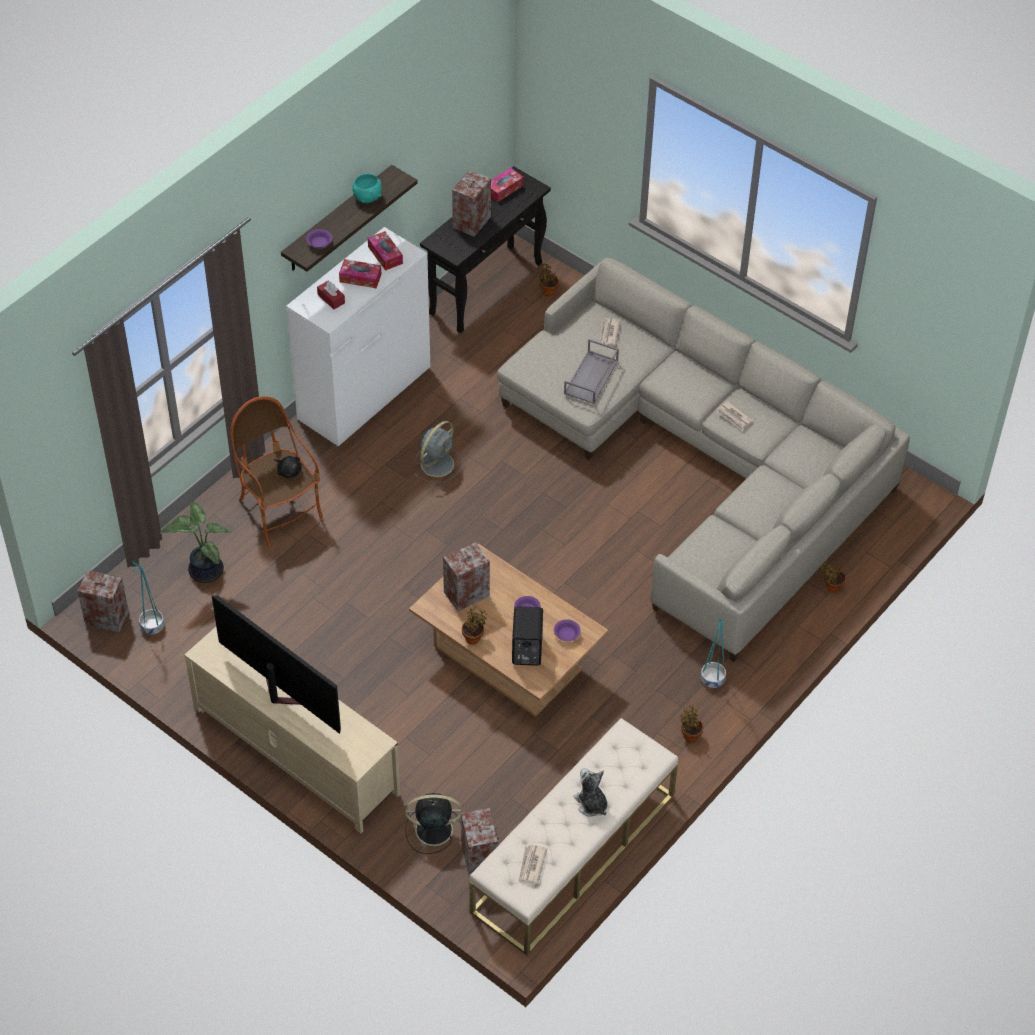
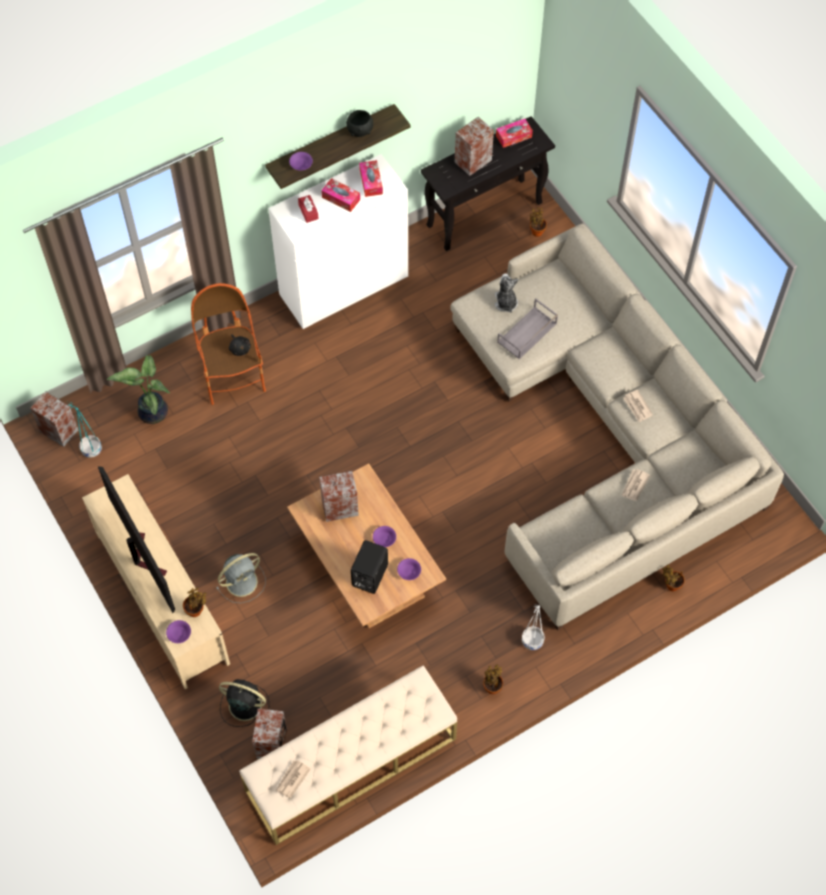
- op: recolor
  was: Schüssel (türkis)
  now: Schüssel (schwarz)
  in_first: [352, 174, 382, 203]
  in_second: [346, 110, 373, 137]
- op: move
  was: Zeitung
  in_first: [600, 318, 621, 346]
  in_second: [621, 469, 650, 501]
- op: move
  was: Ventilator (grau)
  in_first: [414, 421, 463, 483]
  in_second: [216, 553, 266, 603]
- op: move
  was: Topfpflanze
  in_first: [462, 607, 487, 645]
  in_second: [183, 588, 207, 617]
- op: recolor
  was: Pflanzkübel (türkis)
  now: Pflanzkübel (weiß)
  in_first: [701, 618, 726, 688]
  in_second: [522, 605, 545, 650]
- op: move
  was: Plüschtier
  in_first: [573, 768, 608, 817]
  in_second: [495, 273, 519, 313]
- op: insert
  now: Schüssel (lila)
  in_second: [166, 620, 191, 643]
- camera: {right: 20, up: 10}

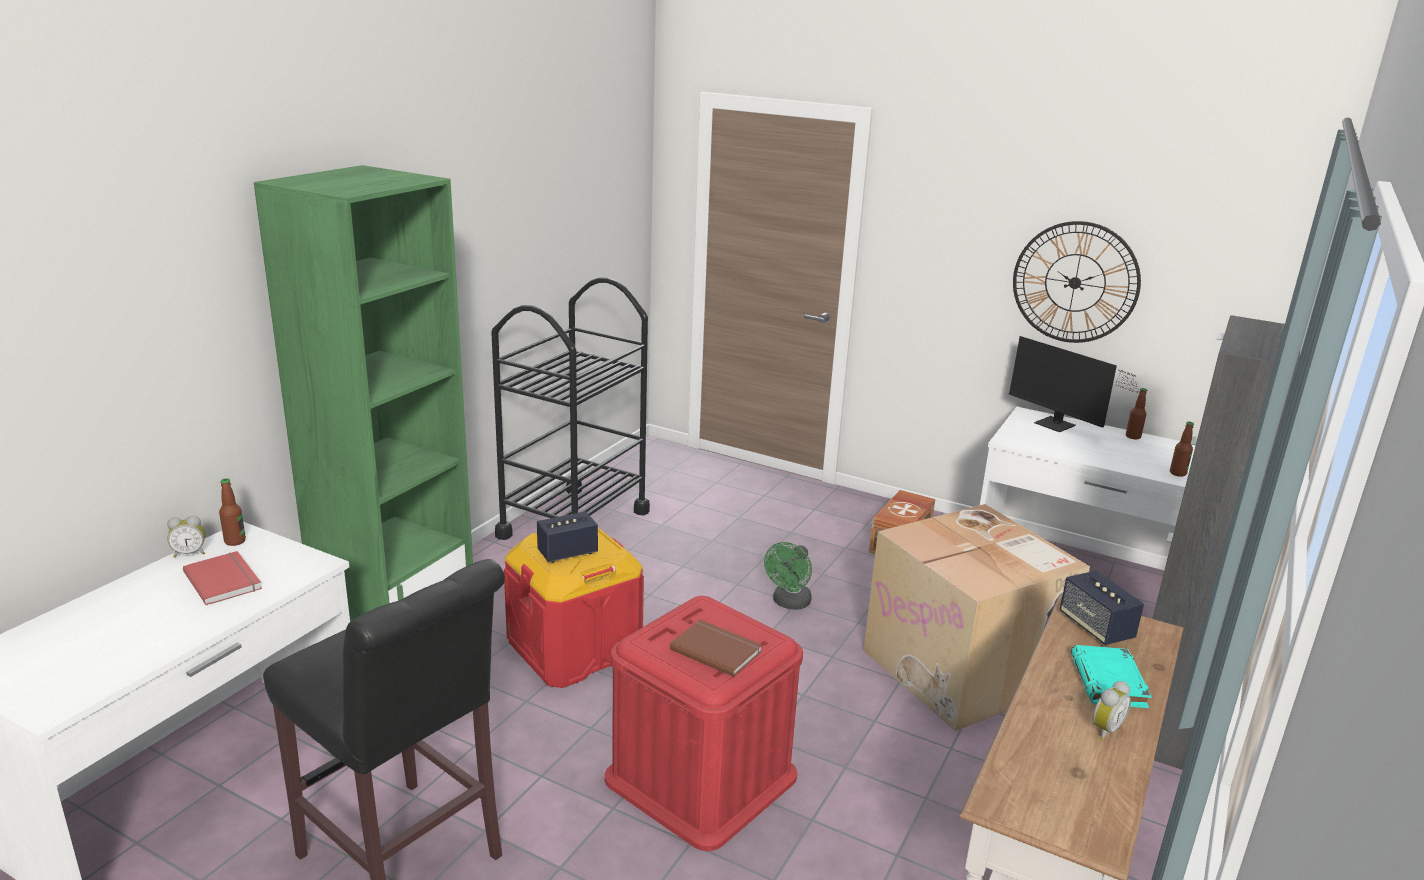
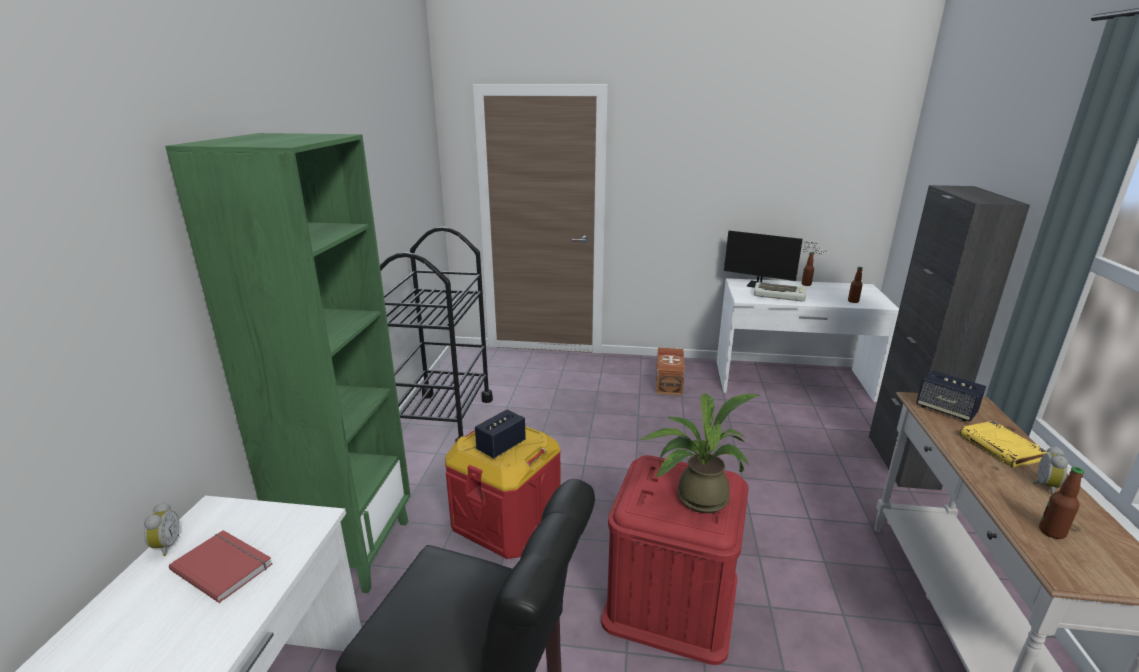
- op: delete
  was: Wanduhr
  in_first: [1013, 221, 1141, 343]
- op: move
  was: Flasche
  in_first: [219, 478, 246, 546]
  in_second: [1039, 467, 1084, 539]
- op: delete
  was: Karton
  in_first: [864, 504, 1090, 731]
- op: rotate
  was: Wecker
  in_first: [167, 516, 205, 558]
  in_second: [144, 502, 179, 556]
  clockwise: -60
- op: delete
  was: Ventilator (grün)
  in_first: [764, 542, 812, 610]
- op: replace
  was: Buch (braun)
  now: Topfpflanze
  in_first: [670, 619, 762, 677]
  in_second: [640, 394, 760, 513]
- op: recolor
  was: Buch (türkis)
  now: Buch (gelb)
  in_first: [1071, 645, 1152, 708]
  in_second: [959, 421, 1048, 468]
- op: insert
  now: Tastatur
  in_second: [754, 282, 807, 302]
- camera: {right: -20, up: 0}

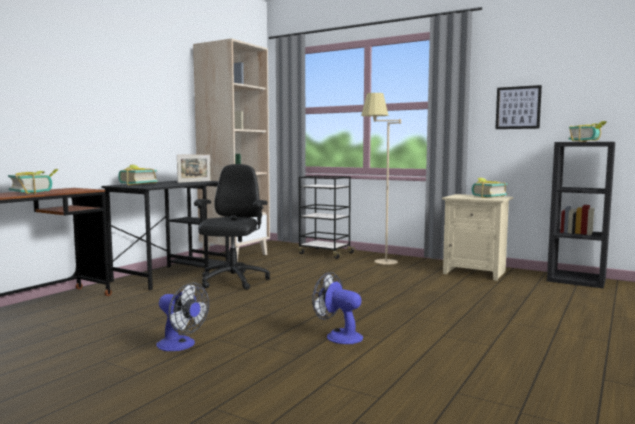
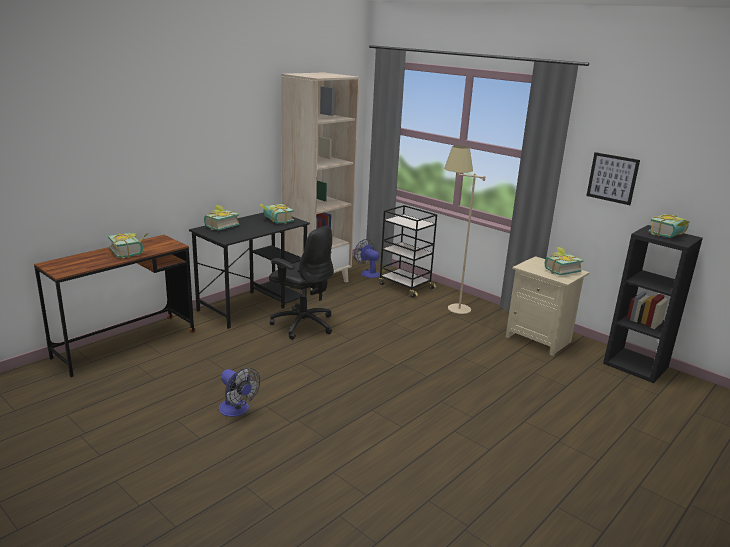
- op: replace
  was: Bilderrahmen
  now: Buch
  in_first: [177, 154, 211, 183]
  in_second: [260, 203, 294, 224]
- op: rotate
  was: Bürostuhl (schwarz)
  in_first: [194, 164, 270, 290]
  in_second: [269, 226, 334, 340]
  clockwise: 105
- op: move
  was: Ventilator
  in_first: [312, 272, 363, 344]
  in_second: [354, 239, 380, 278]
- camera: {right: 10, up: 15}

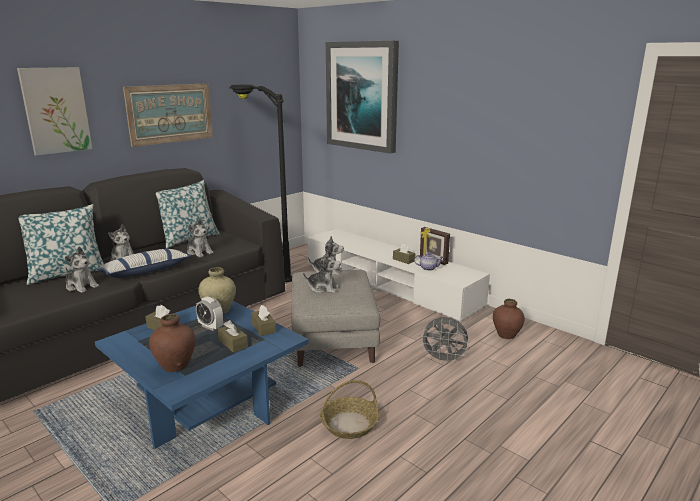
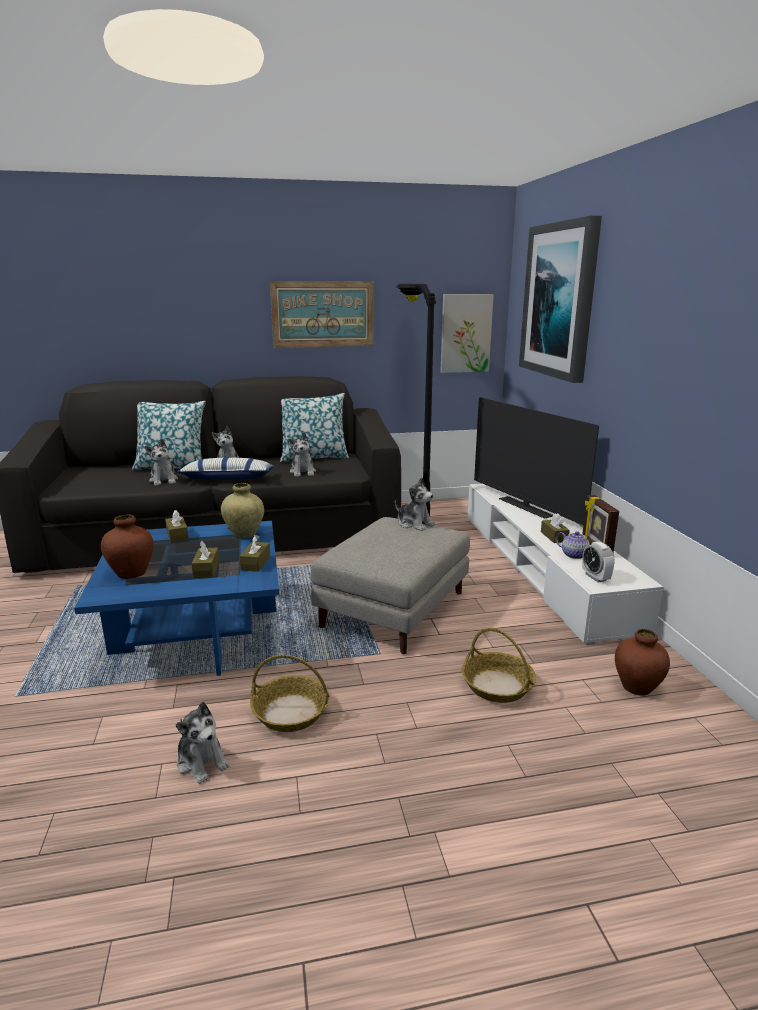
- op: move
  was: Bild
  in_first: [17, 67, 92, 156]
  in_second: [441, 294, 494, 373]
- op: move
  was: Plüschtier
  in_first: [303, 250, 341, 294]
  in_second: [176, 702, 230, 784]
- op: move
  was: Wecker
  in_first: [196, 296, 223, 331]
  in_second: [582, 542, 615, 583]
- op: replace
  was: Ventilator (grau)
  now: Korb
  in_first: [420, 317, 471, 363]
  in_second: [461, 628, 536, 703]
- op: insert
  now: Fernseher
  in_second: [474, 397, 599, 525]
- camera: {right: 35, up: 0}

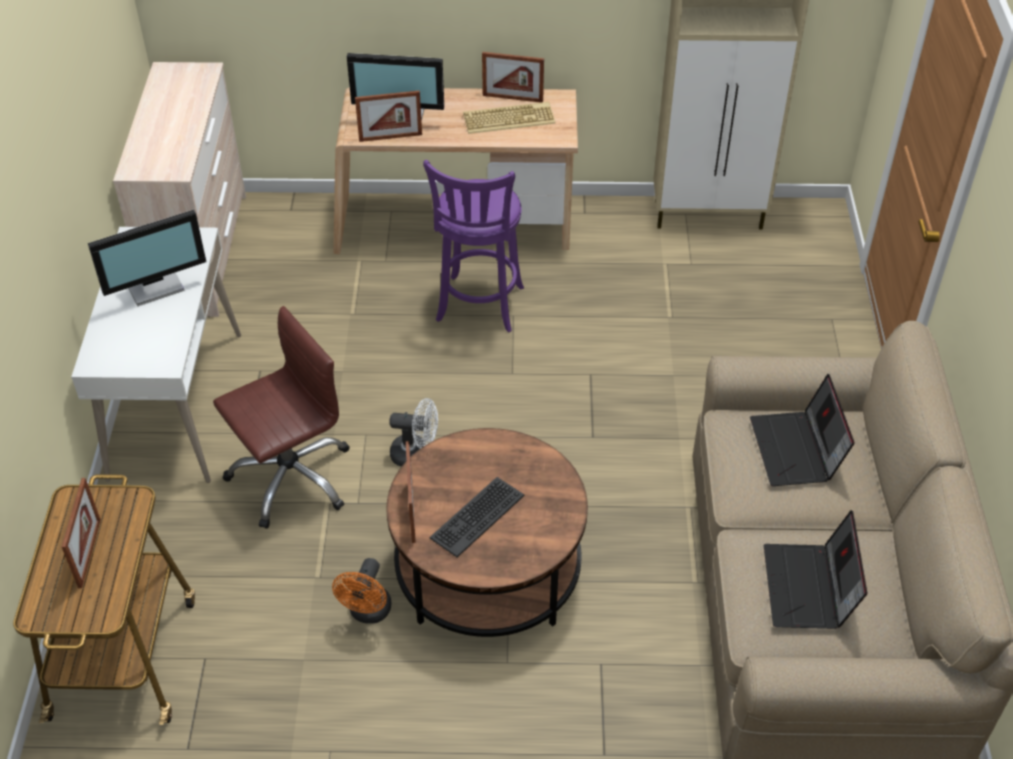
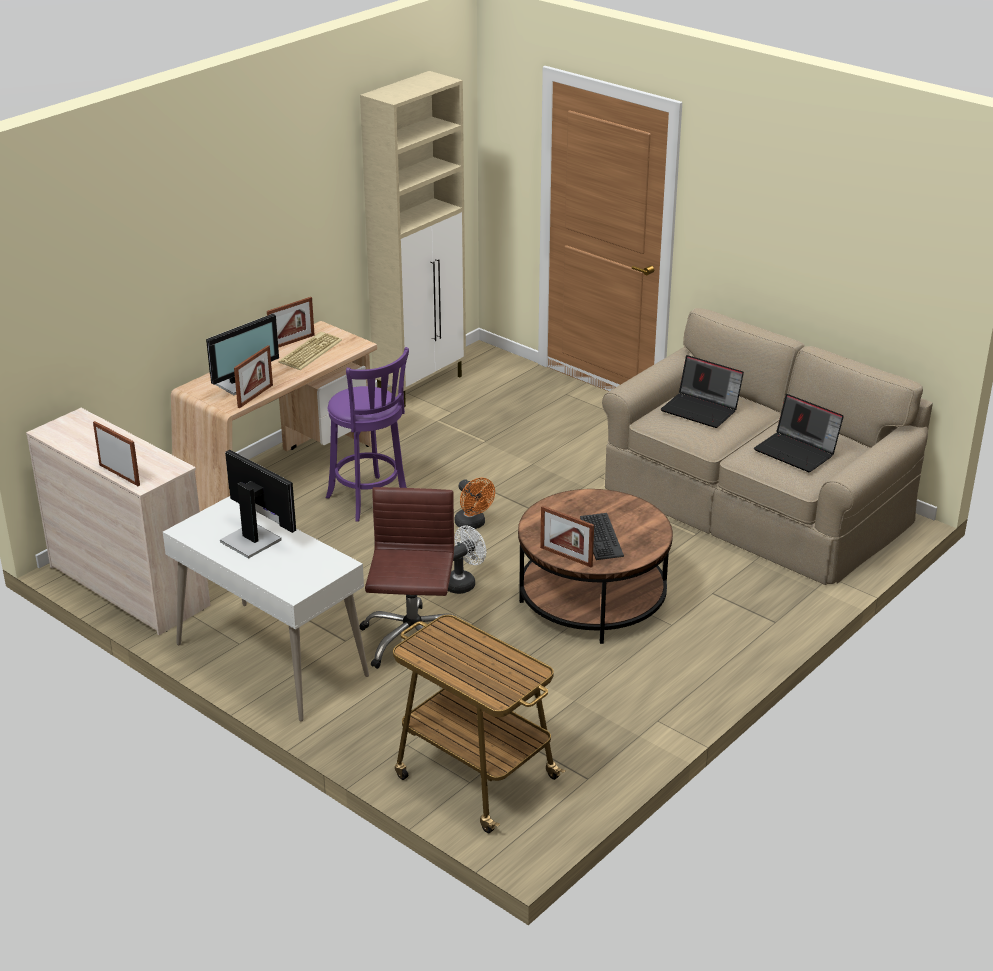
- op: rotate
  was: Monitor
  in_first: [88, 210, 206, 306]
  in_second: [220, 450, 296, 559]
  clockwise: -60
- op: move
  was: Bilderrahmen
  in_first: [62, 478, 101, 588]
  in_second: [93, 421, 140, 486]
- op: move
  was: Ventilator (orange)
  in_first: [332, 558, 392, 624]
  in_second: [454, 478, 495, 530]
- camera: {right: -50, up: -15}

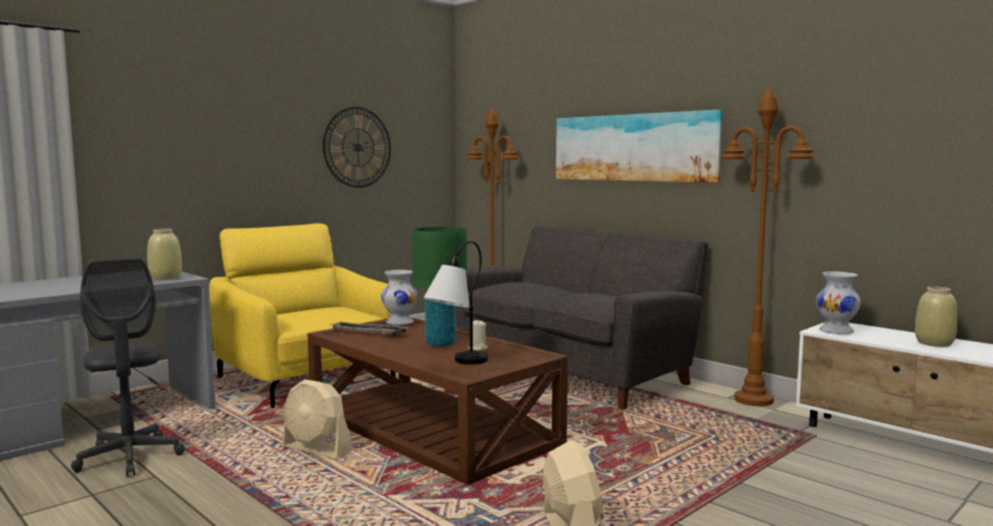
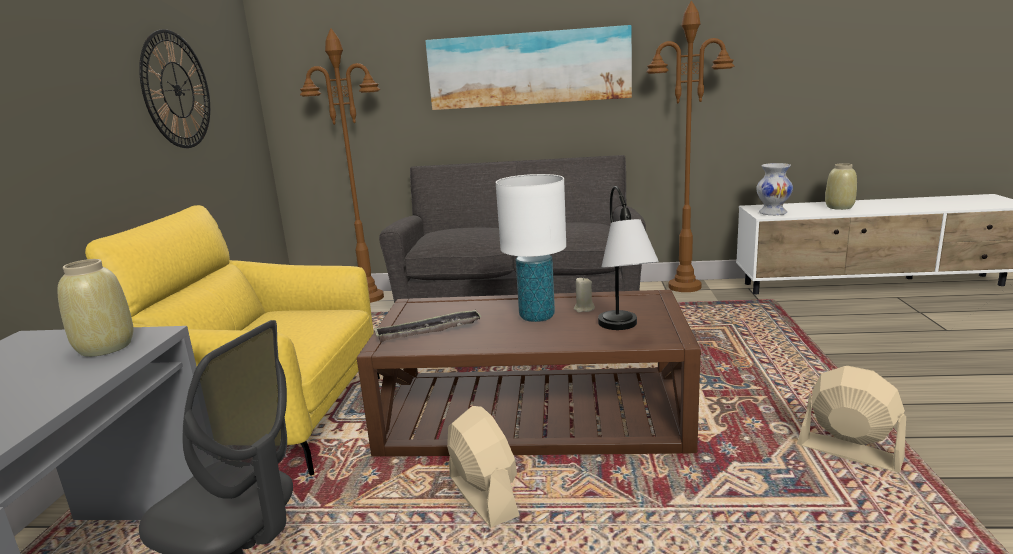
- op: recolor
  was: Tischlampe (grün)
  now: Tischlampe (weiß)
  in_first: [412, 227, 467, 347]
  in_second: [496, 174, 566, 322]
- op: delete
  was: Vase (weiß)
  in_first: [381, 270, 418, 325]
- op: rotate
  was: Ventilator (beige)
  in_first: [281, 379, 352, 459]
  in_second: [447, 406, 520, 528]
  clockwise: -105
- camera: {right: -40, up: 10}

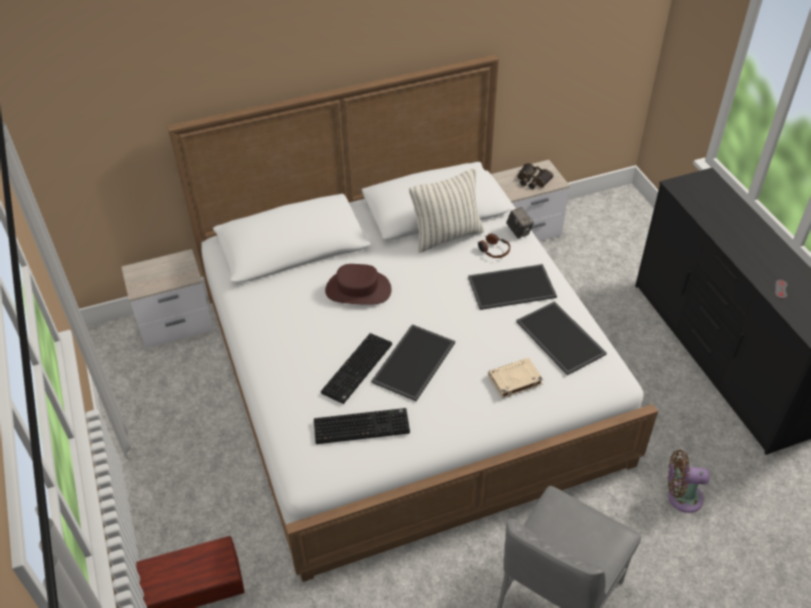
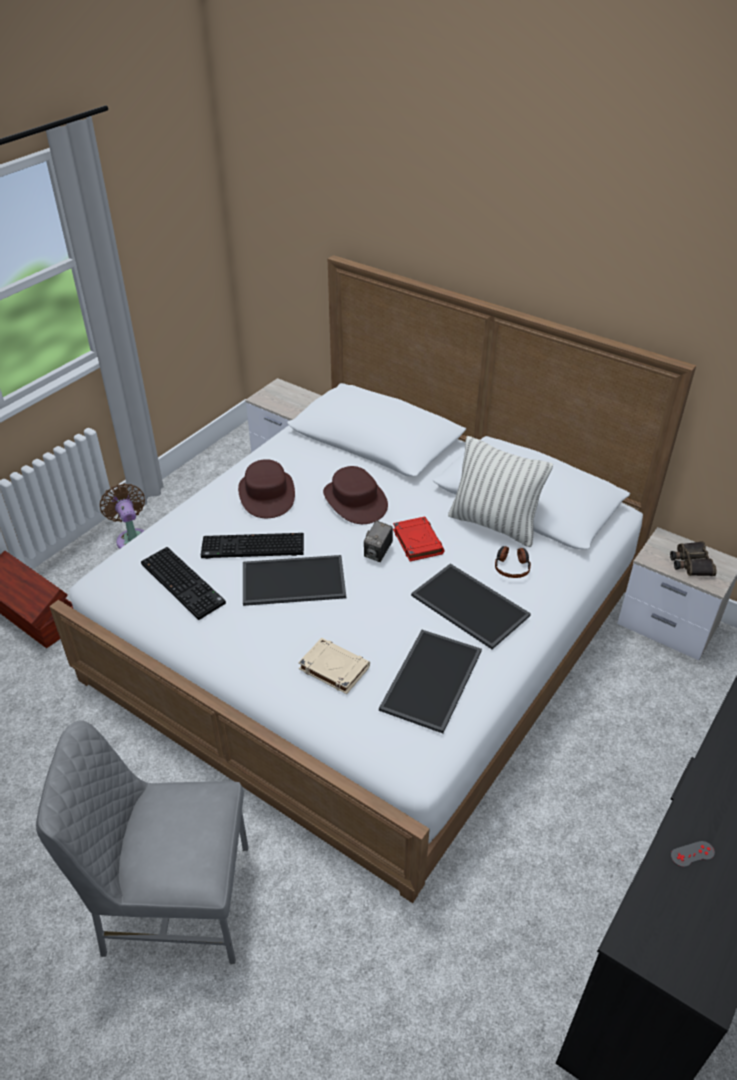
- op: move
  was: Kamera
  in_first: [506, 207, 534, 239]
  in_second: [364, 521, 393, 562]
- op: move
  was: Ventilator (braun)
  in_first: [668, 450, 709, 513]
  in_second: [100, 483, 145, 549]
- op: insert
  now: Hut (braun)
  in_second: [238, 459, 295, 518]
- op: insert
  now: Buch (rot)
  in_second: [393, 517, 445, 561]
- camera: {right: 55, up: -5}

